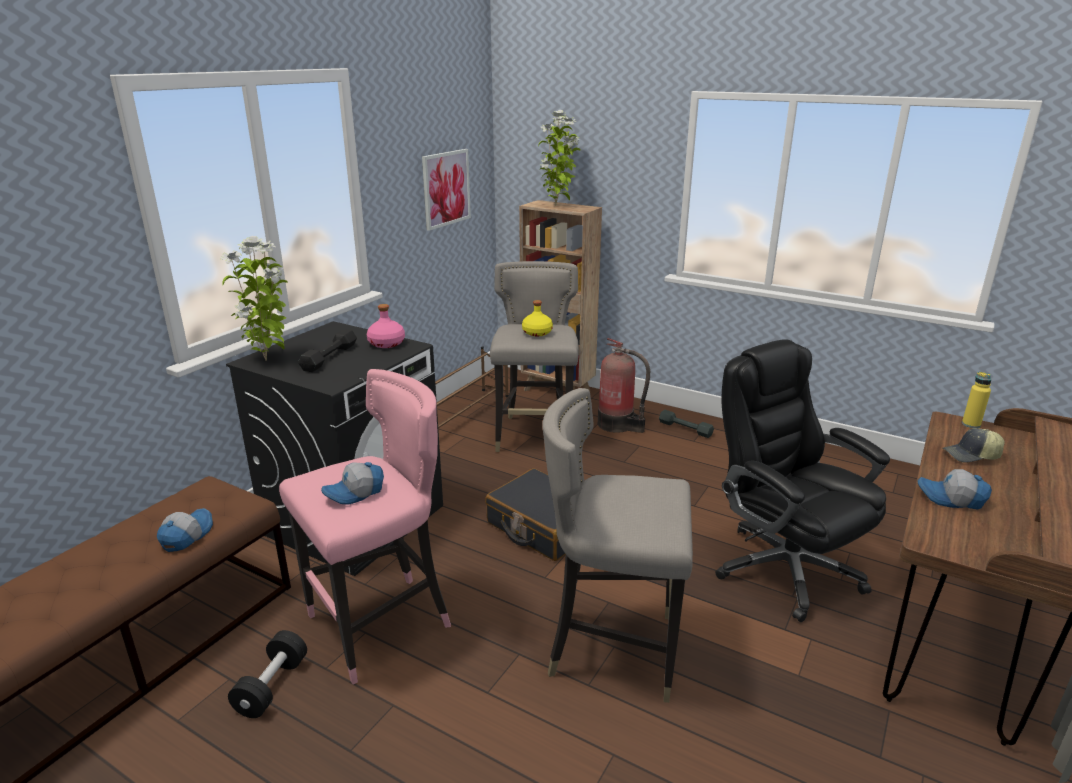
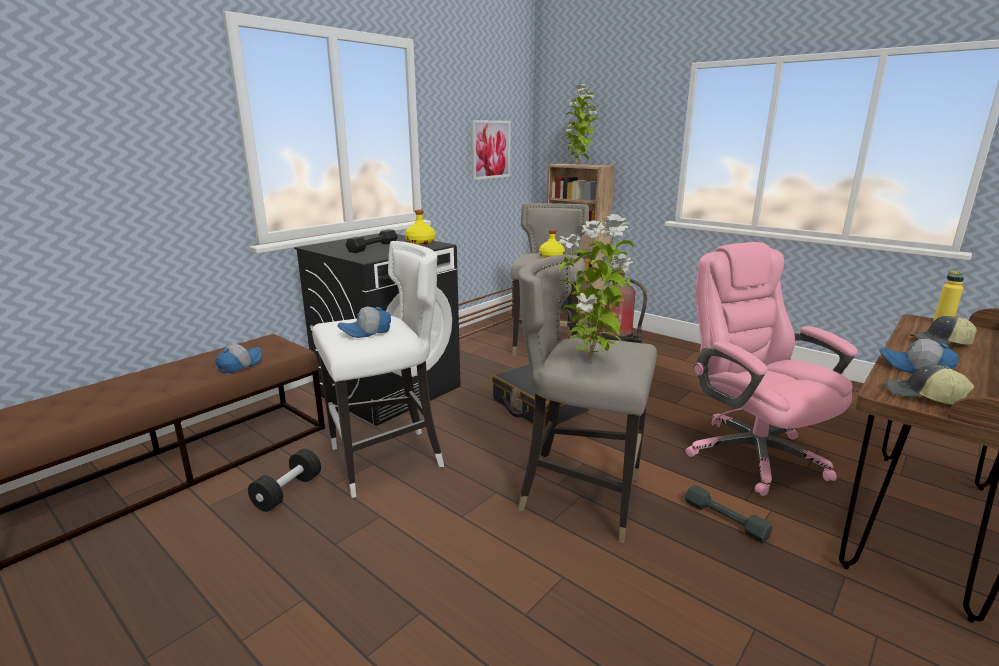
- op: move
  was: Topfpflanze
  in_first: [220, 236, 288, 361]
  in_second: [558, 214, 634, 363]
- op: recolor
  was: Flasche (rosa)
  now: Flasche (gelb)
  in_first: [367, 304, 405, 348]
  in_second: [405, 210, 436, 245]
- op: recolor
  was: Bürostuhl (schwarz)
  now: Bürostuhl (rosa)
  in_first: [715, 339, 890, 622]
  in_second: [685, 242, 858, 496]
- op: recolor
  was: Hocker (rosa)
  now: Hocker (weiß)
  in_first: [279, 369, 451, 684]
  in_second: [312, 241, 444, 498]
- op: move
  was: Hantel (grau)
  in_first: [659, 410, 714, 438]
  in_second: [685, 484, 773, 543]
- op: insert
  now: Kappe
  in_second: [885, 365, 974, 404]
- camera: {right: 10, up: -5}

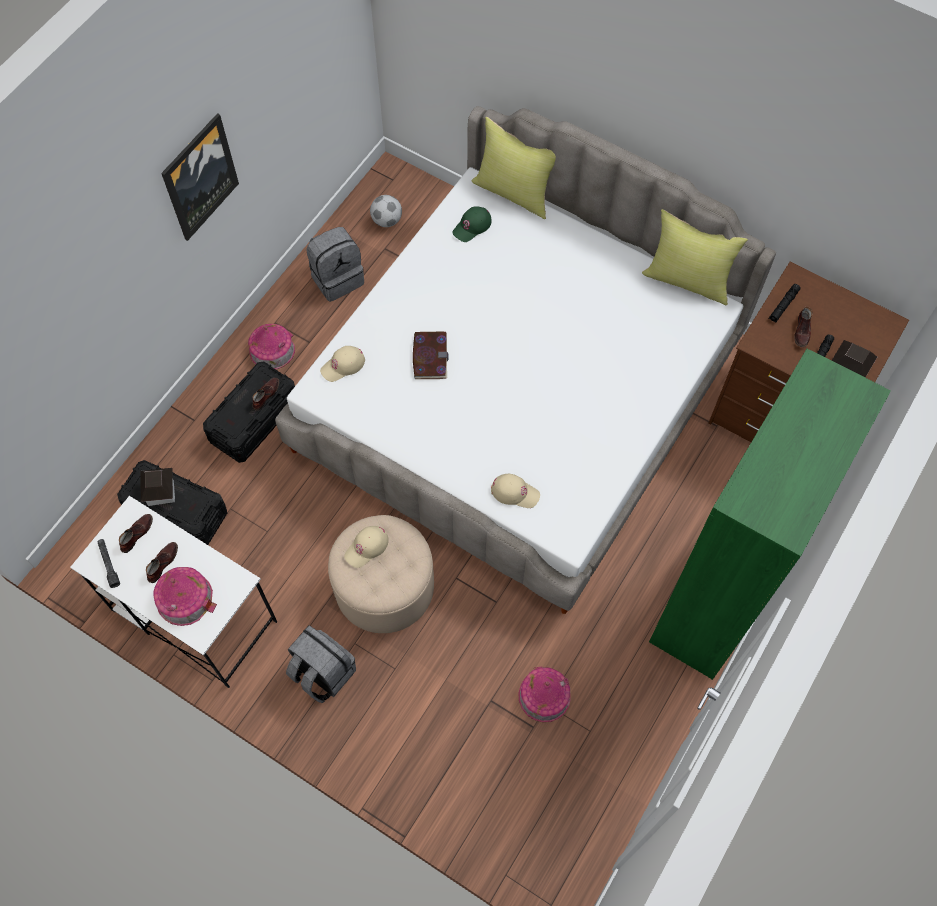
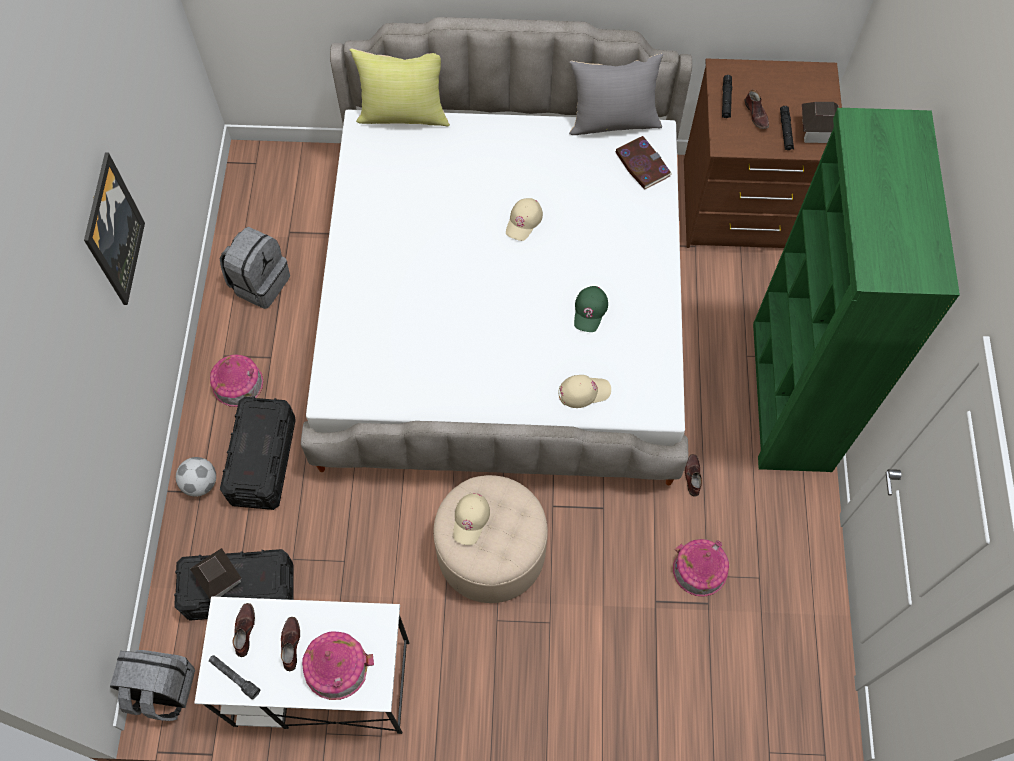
- op: move
  was: Fußball
  in_first: [370, 195, 402, 227]
  in_second: [176, 457, 216, 497]
- op: move
  was: Kappe (grün)
  in_first: [452, 206, 492, 242]
  in_second: [574, 286, 608, 332]
- op: recolor
  was: Kissen (gelb)
  now: Kissen (grau)
  in_first: [642, 209, 748, 305]
  in_second: [569, 53, 663, 135]
- op: move
  was: Buch
  in_first: [413, 332, 449, 379]
  in_second: [616, 136, 672, 190]
- op: move
  was: Kappe (beige)
  in_first: [320, 346, 365, 382]
  in_second: [506, 198, 543, 241]
- op: move
  was: Schuh (braun)
  in_first: [252, 378, 280, 411]
  in_second: [685, 454, 702, 497]
- op: move
  was: Rucksack (grau)
  in_first: [286, 625, 356, 703]
  in_second: [110, 650, 195, 721]
- camera: {right: -30, up: 0}

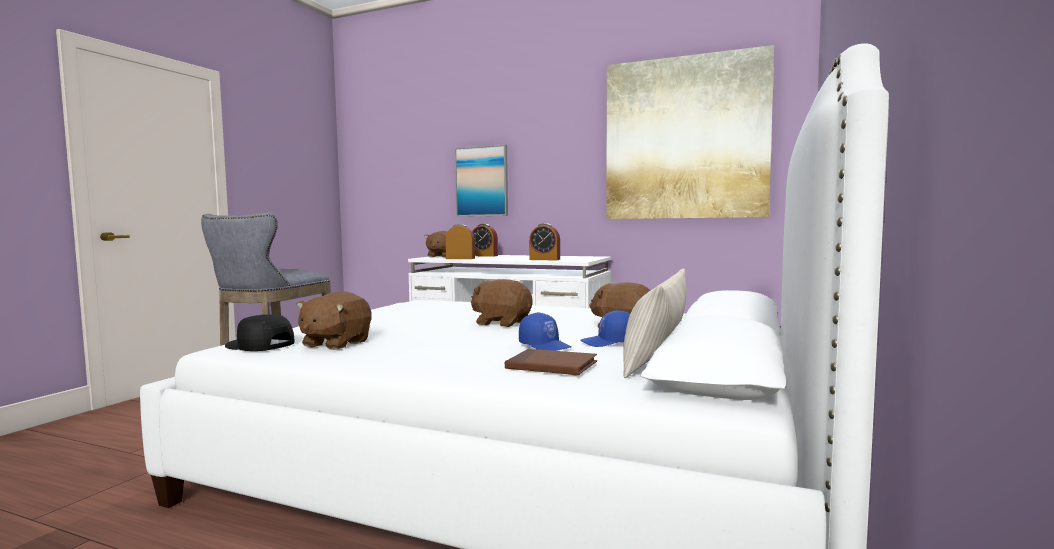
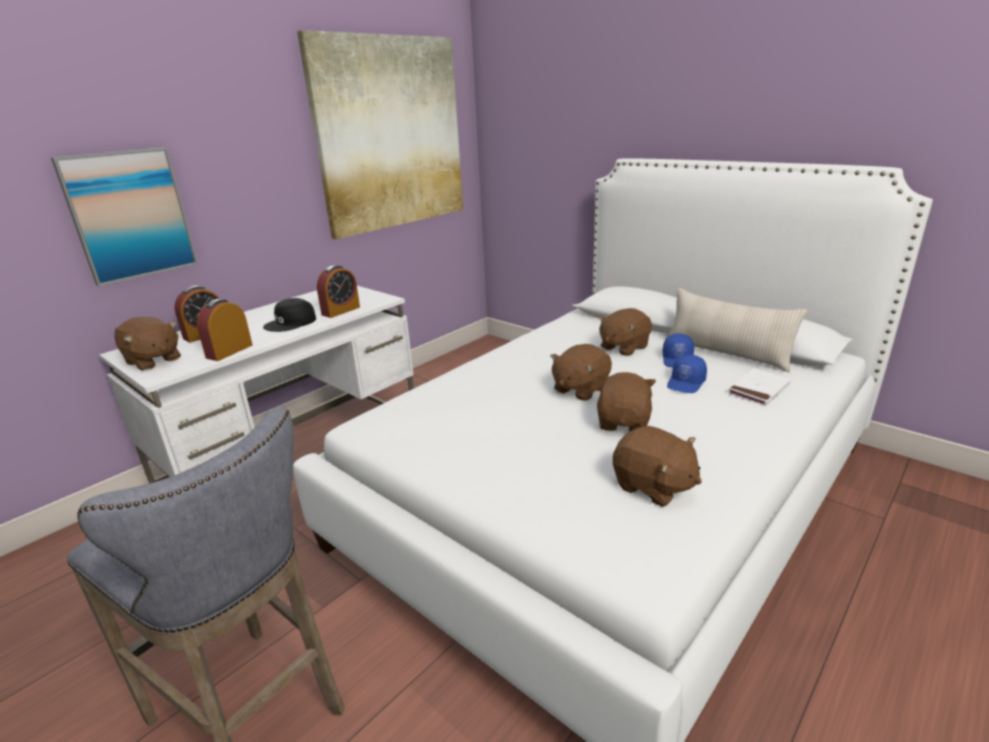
- op: rotate
  was: Kappe (blau)
  in_first: [519, 312, 571, 351]
  in_second: [667, 354, 707, 393]
  clockwise: 150
- op: move
  was: Kappe (schwarz)
  in_first: [225, 314, 295, 351]
  in_second: [263, 298, 316, 332]
- op: recolor
  was: Buch (braun)
  now: Buch (weiß)
  in_first: [505, 349, 597, 376]
  in_second: [728, 368, 791, 406]
- op: insert
  now: Plüschtier (braun)
  in_second: [597, 372, 656, 432]
- camera: {right: -70, up: 20}

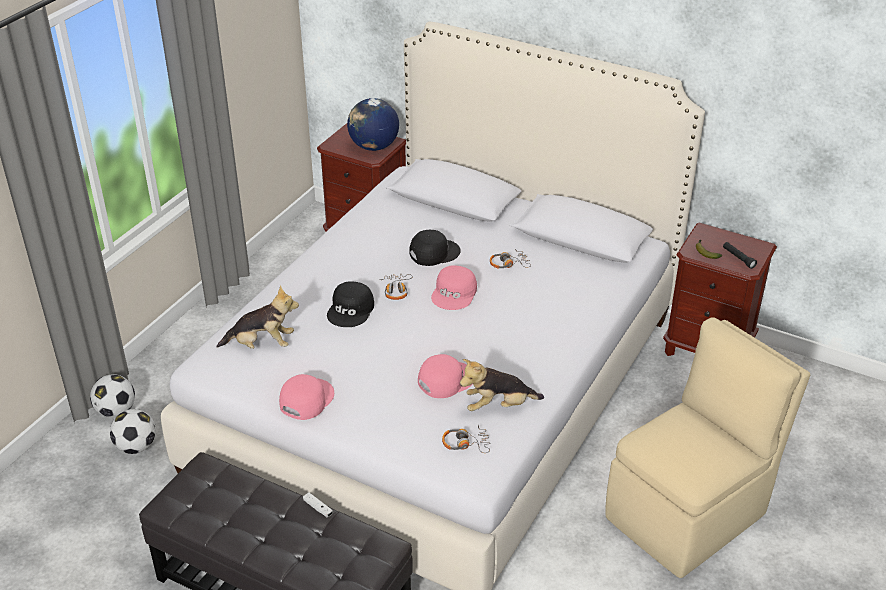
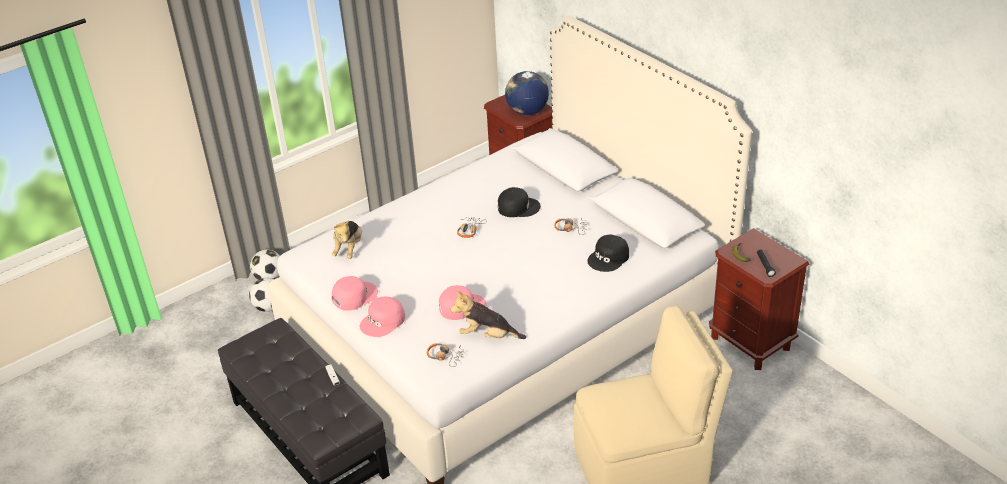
- op: move
  was: Kappe (rosa)
  in_first: [431, 265, 477, 310]
  in_second: [360, 296, 405, 337]
- op: move
  was: Kappe (schwarz)
  in_first: [327, 281, 374, 327]
  in_second: [587, 235, 629, 272]
- op: rotate
  was: Plüschtier
  in_first: [216, 286, 299, 349]
  in_second: [332, 220, 362, 259]
  clockwise: 75
- camera: {right: 25, up: 0}

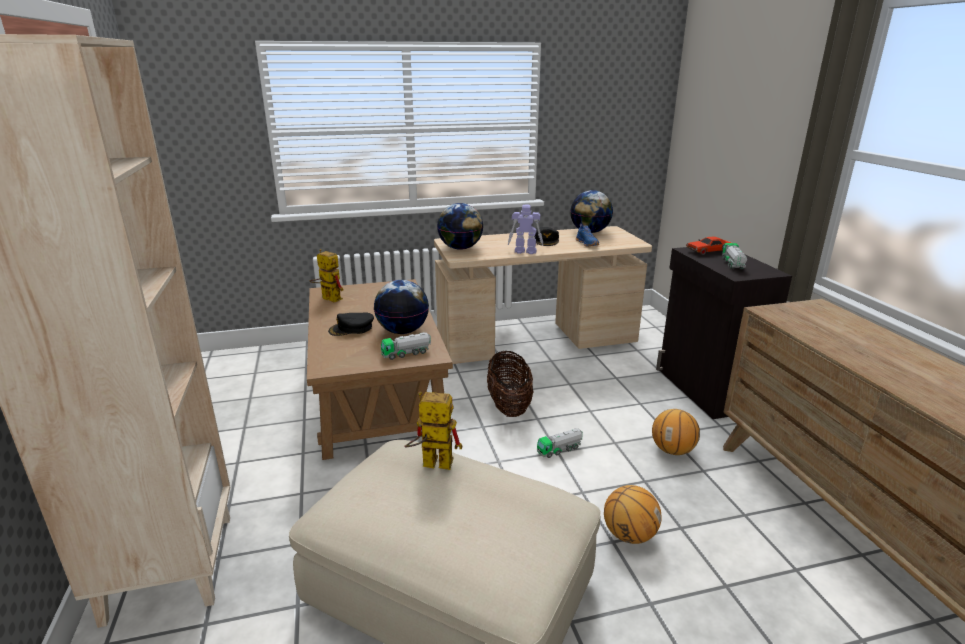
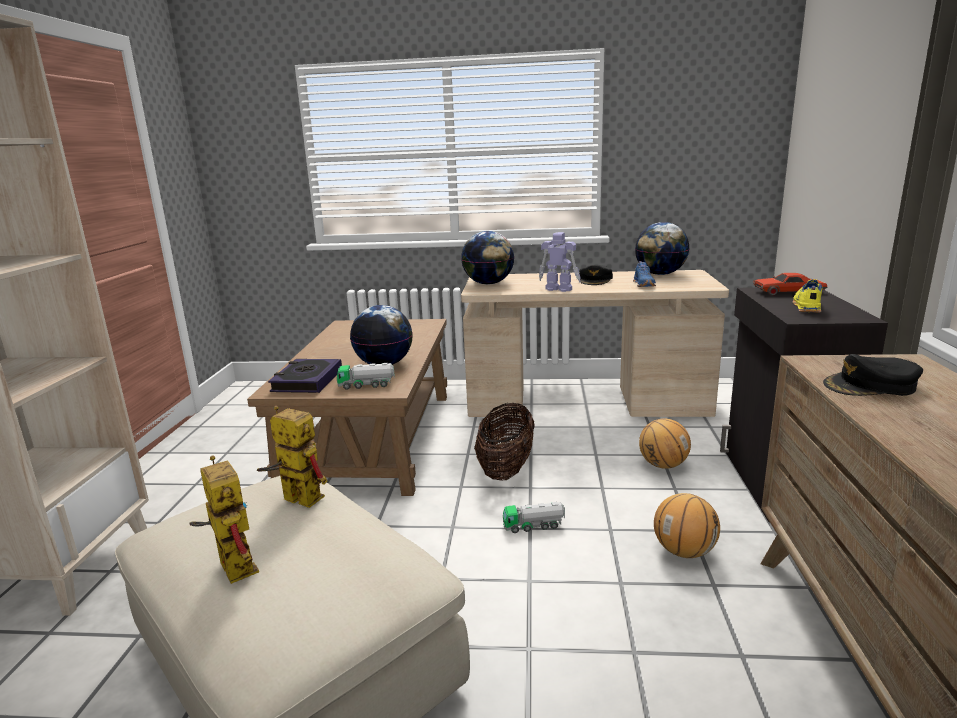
- op: replace
  was: Spielzeuglaster
  now: Schuh (gelb)
  in_first: [722, 243, 747, 270]
  in_second: [793, 279, 822, 313]
- op: move
  was: Spielzeugroboter
  in_first: [310, 249, 344, 302]
  in_second: [190, 455, 259, 584]
- op: move
  was: Kappe (schwarz)
  in_first: [328, 312, 374, 336]
  in_second: [823, 354, 923, 396]
- op: move
  was: Basketball
  in_first: [604, 485, 662, 544]
  in_second: [639, 419, 691, 469]
- op: insert
  now: Buch
  in_second: [268, 359, 342, 393]
- camera: {right: 20, up: -5}

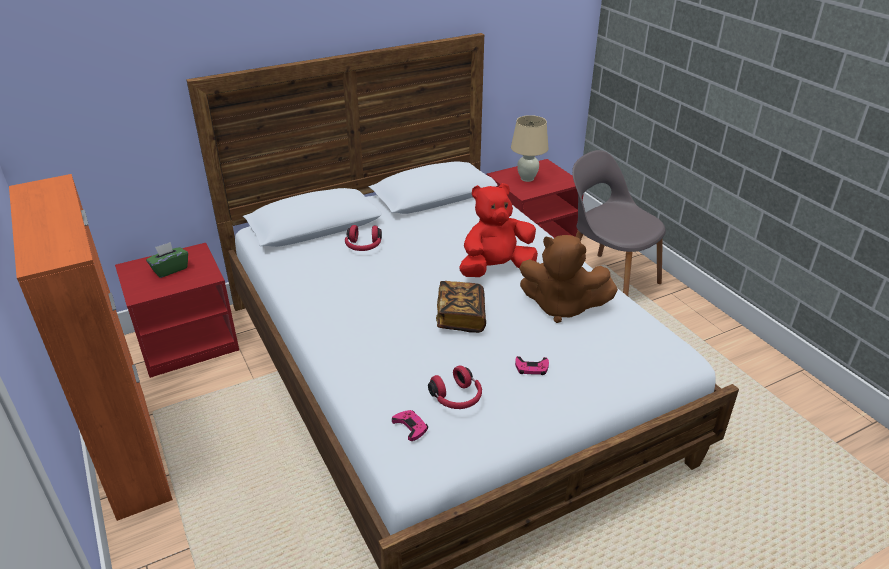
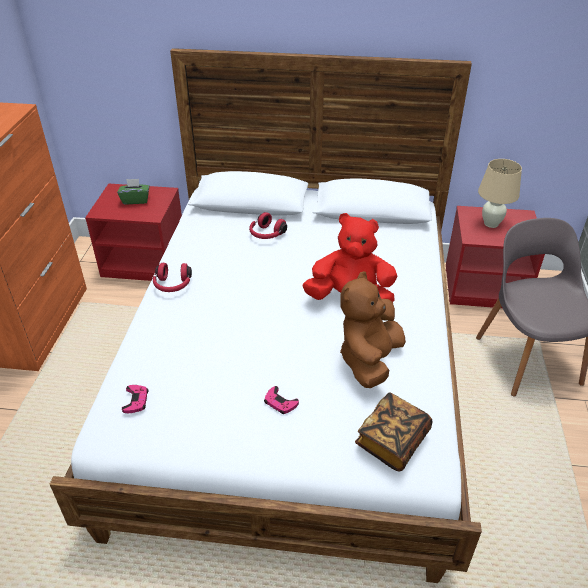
- op: rotate
  was: Plüschtier (braun)
  in_first: [519, 235, 618, 323]
  in_second: [340, 271, 406, 388]
  clockwise: 60
- op: move
  was: Buch
  in_first: [436, 281, 486, 333]
  in_second: [355, 392, 432, 472]
- op: move
  was: Kopfhörer (rot)
  in_first: [428, 365, 482, 409]
  in_second: [153, 263, 192, 292]
- camera: {right: 35, up: 5}

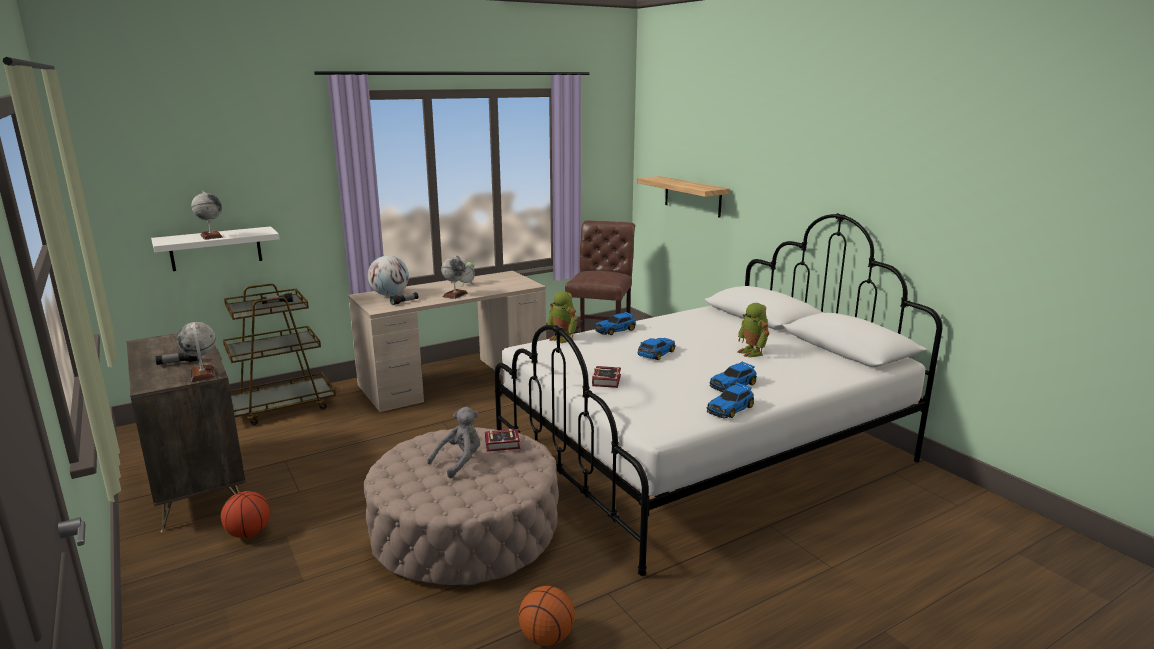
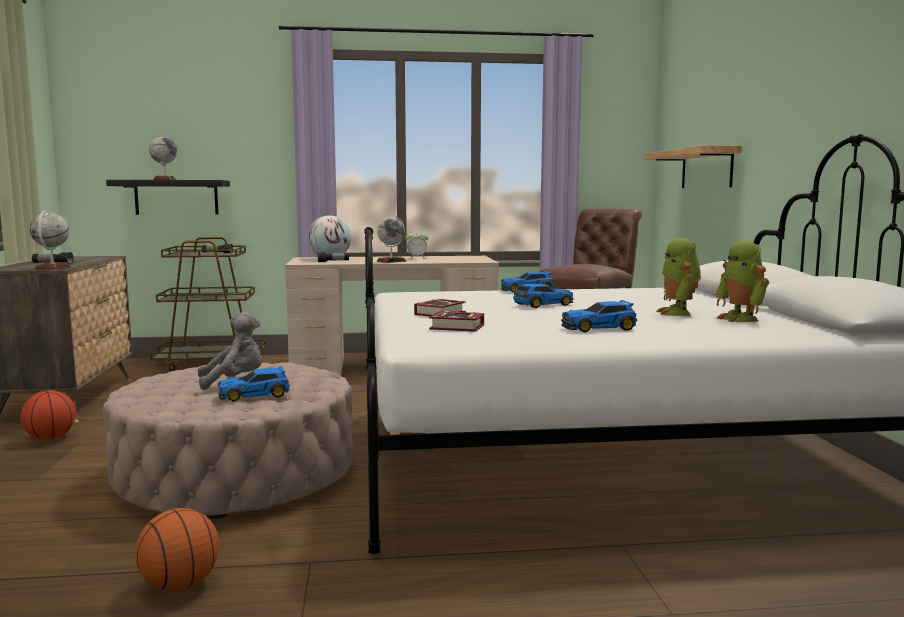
- op: recolor
  was: Wandregal (weiß)
  now: Wandregal (schwarz)
  in_first: [151, 226, 279, 271]
  in_second: [106, 180, 230, 215]
- op: move
  was: Spielzeugroboter
  in_first: [547, 291, 578, 343]
  in_second: [716, 240, 769, 322]
- op: move
  was: Spielzeugauto
  in_first: [707, 383, 754, 419]
  in_second: [217, 366, 290, 401]
- op: move
  was: Buch
  in_first: [485, 429, 521, 452]
  in_second: [429, 311, 484, 332]
- camera: {right: 25, up: -10}

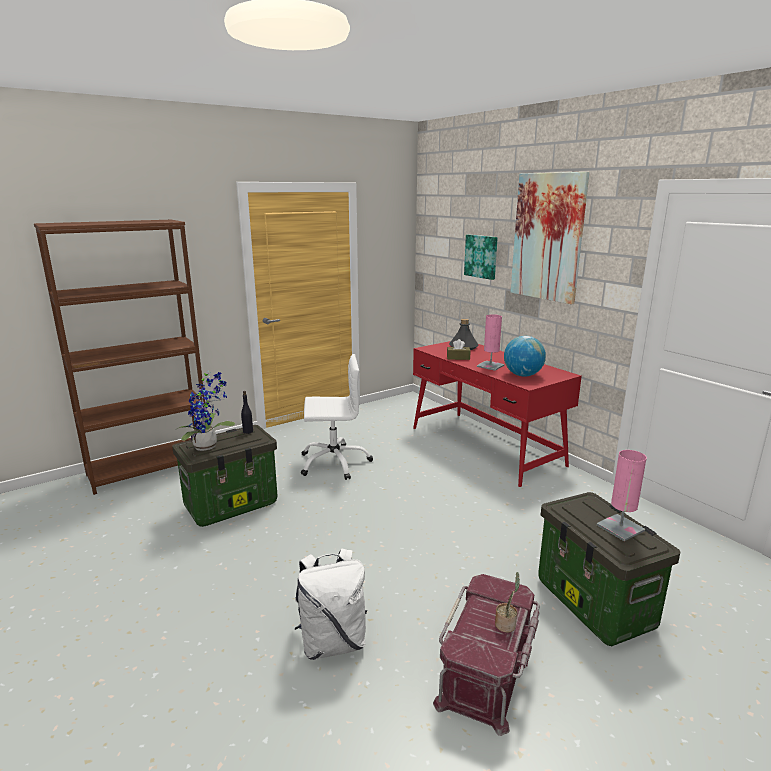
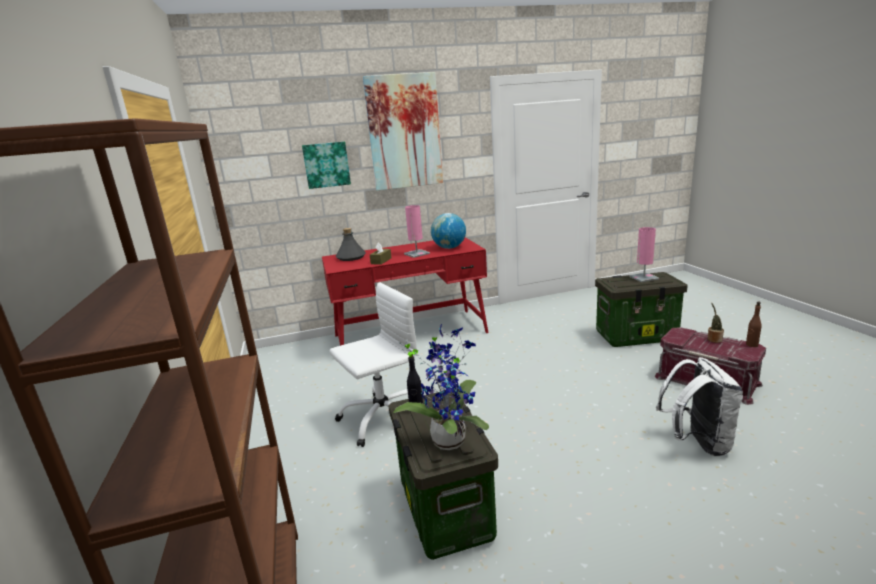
- op: rotate
  was: Bürostuhl (weiß)
  in_first: [301, 354, 373, 480]
  in_second: [330, 283, 417, 447]
  clockwise: 45
- op: insert
  now: Flasche (braun)
  in_second: [746, 301, 762, 347]
- camera: {right: -70, up: 0}

